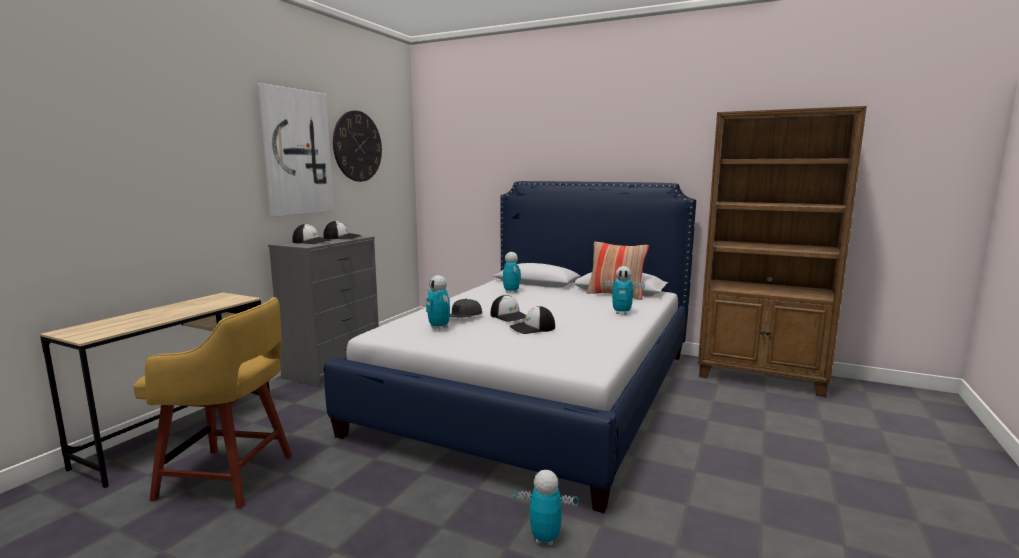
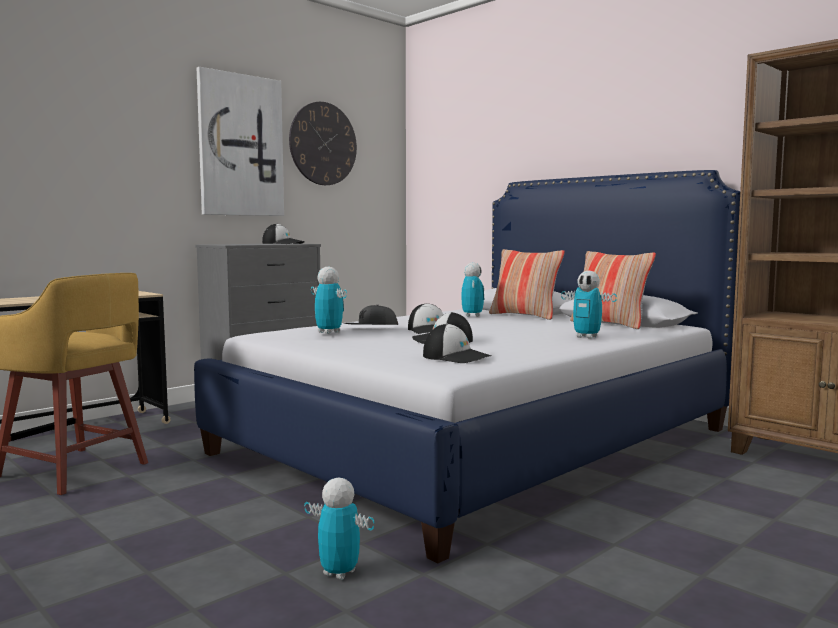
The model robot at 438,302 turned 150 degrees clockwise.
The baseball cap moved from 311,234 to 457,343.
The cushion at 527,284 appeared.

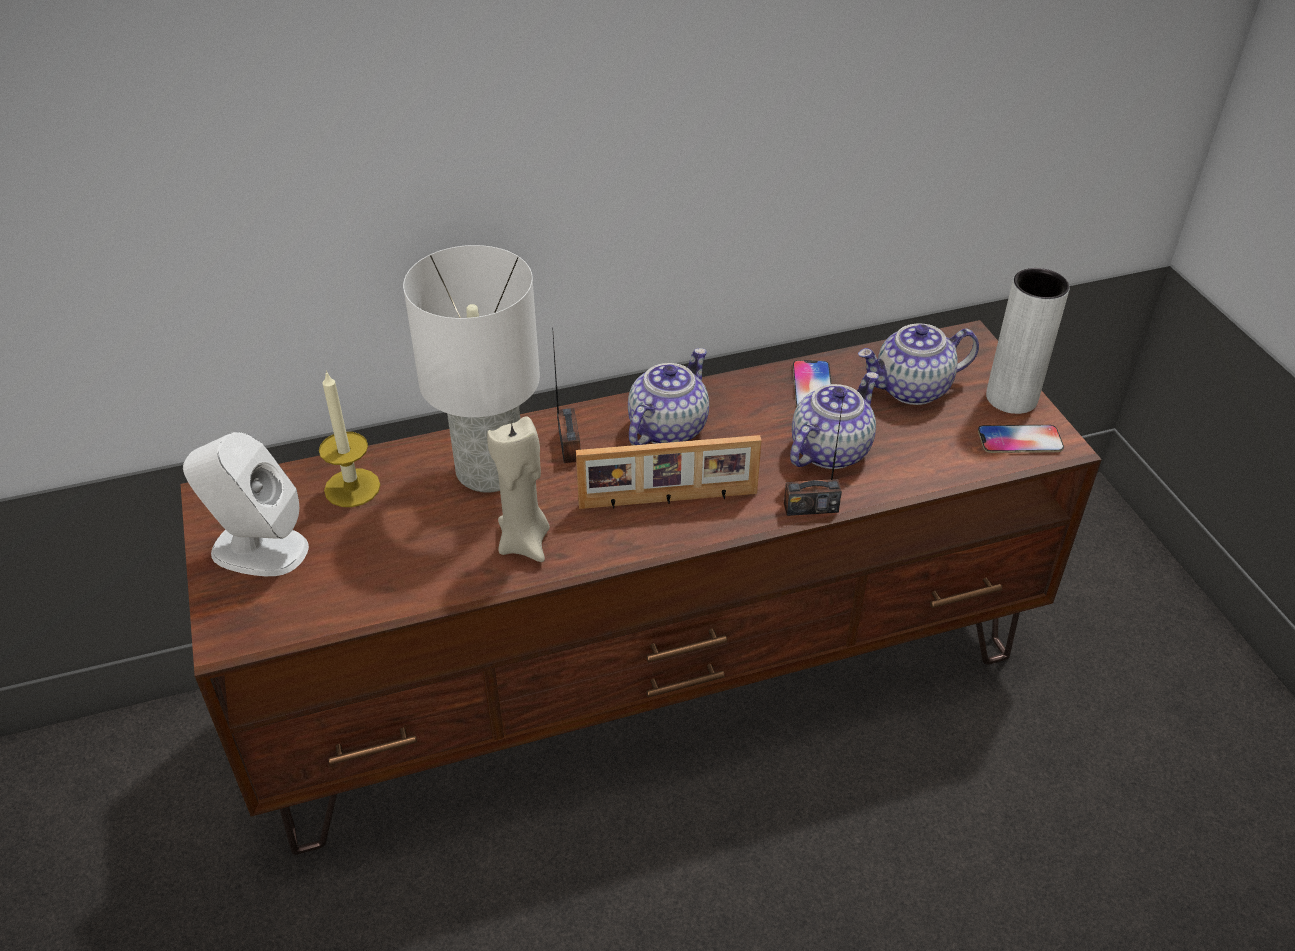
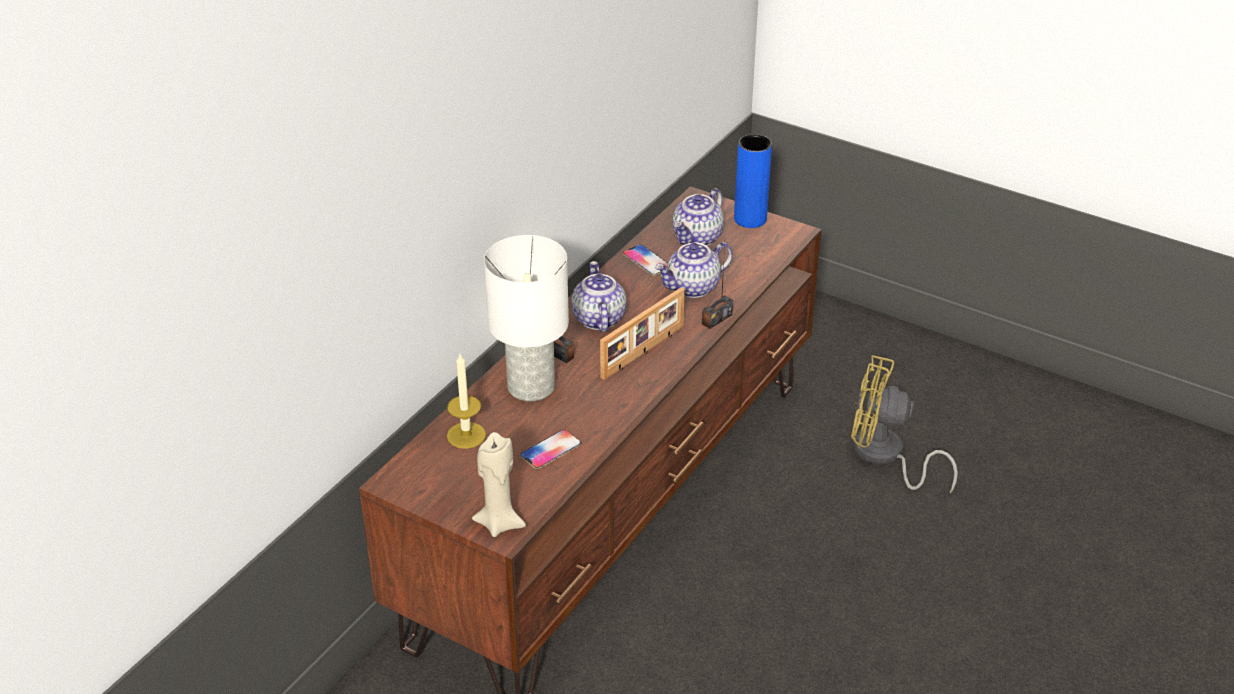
The candle (beige-coloured) moved from 518,489 to 499,484.
The telephone moved from 1021,439 to 550,449.
The pot for tea at 834,420 turned 120 degrees counterclockwise.
The flower vase (whitish) at 1028,341 became the flower vase (blue) at 753,181.
The fan (yellow) at 904,424 appeared.
The audio speaker (whitish) at 246,504 disappeared.

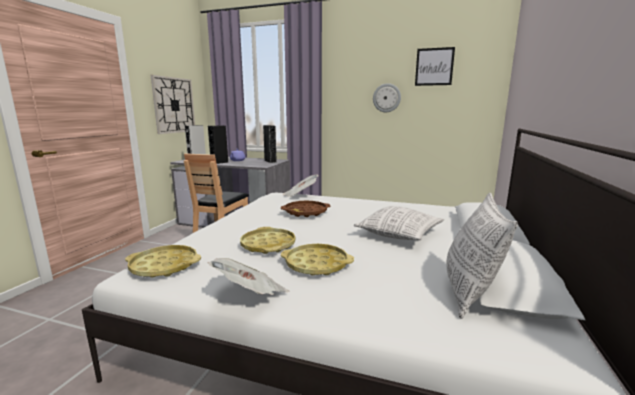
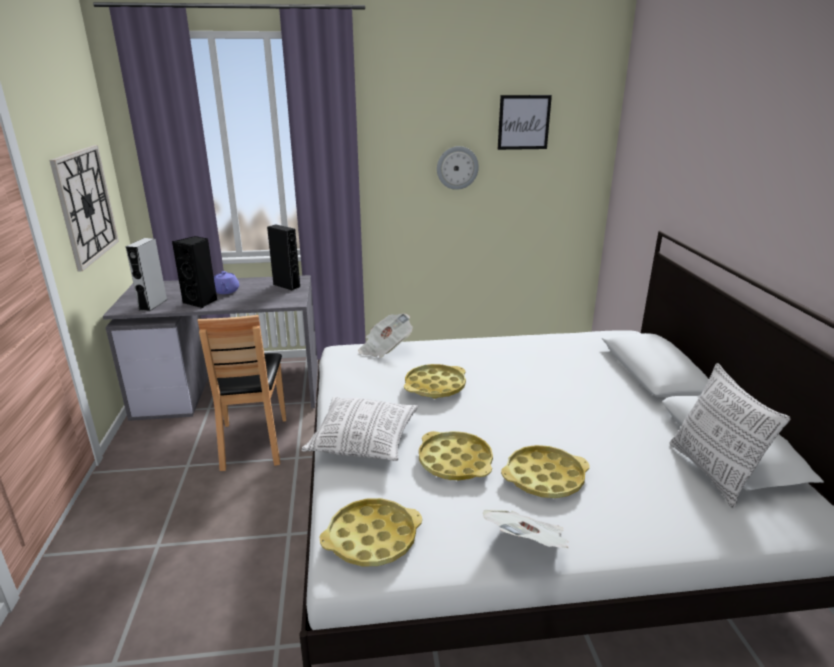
The cushion moved from 399,223 to 359,429.
The carrying tray (brown-coloured) at 305,209 became the carrying tray (yellow) at 435,381.

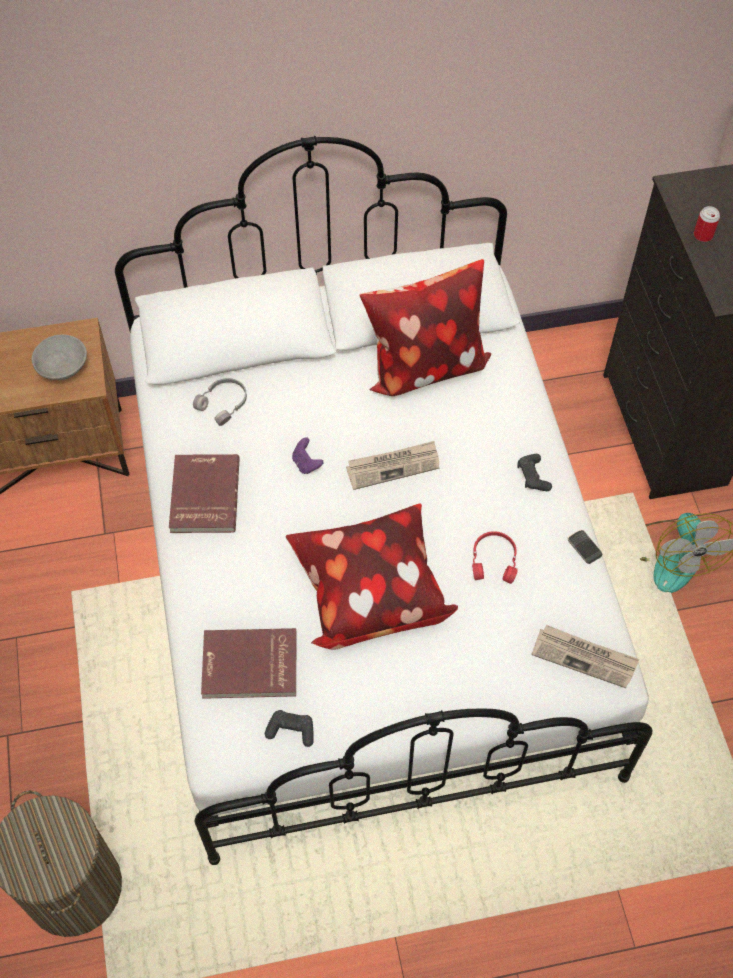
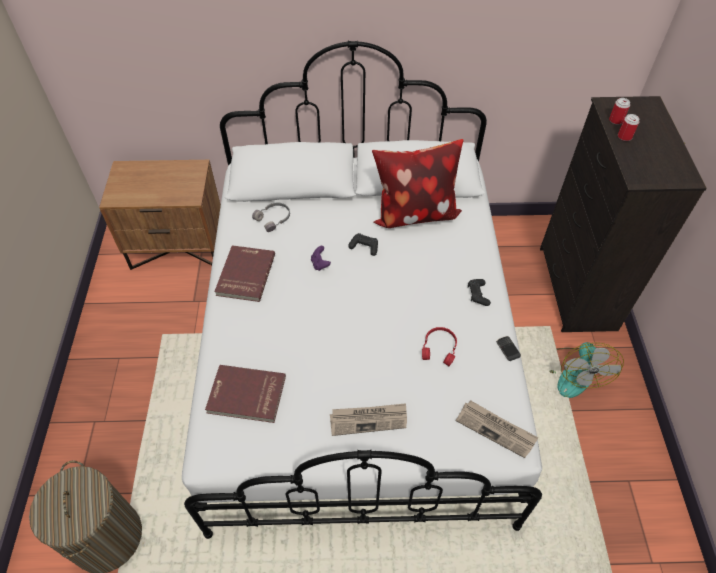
The printed paper moved from 392,465 to 368,419.
The game controller (black-coloured) moved from 289,728 to 363,244.
The sealed can at 619,111 appeared.
The bowl (greyish) at 59,357 disappeared.
The cushion at 372,576 disappeared.

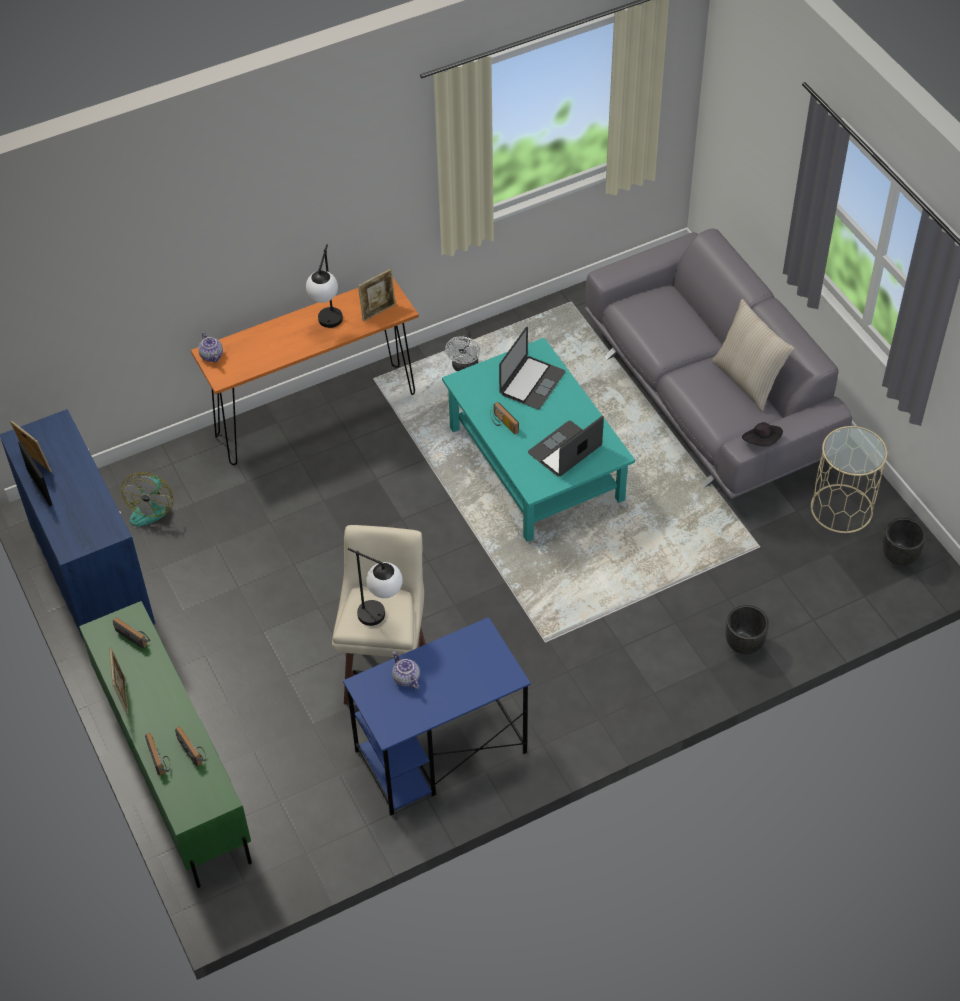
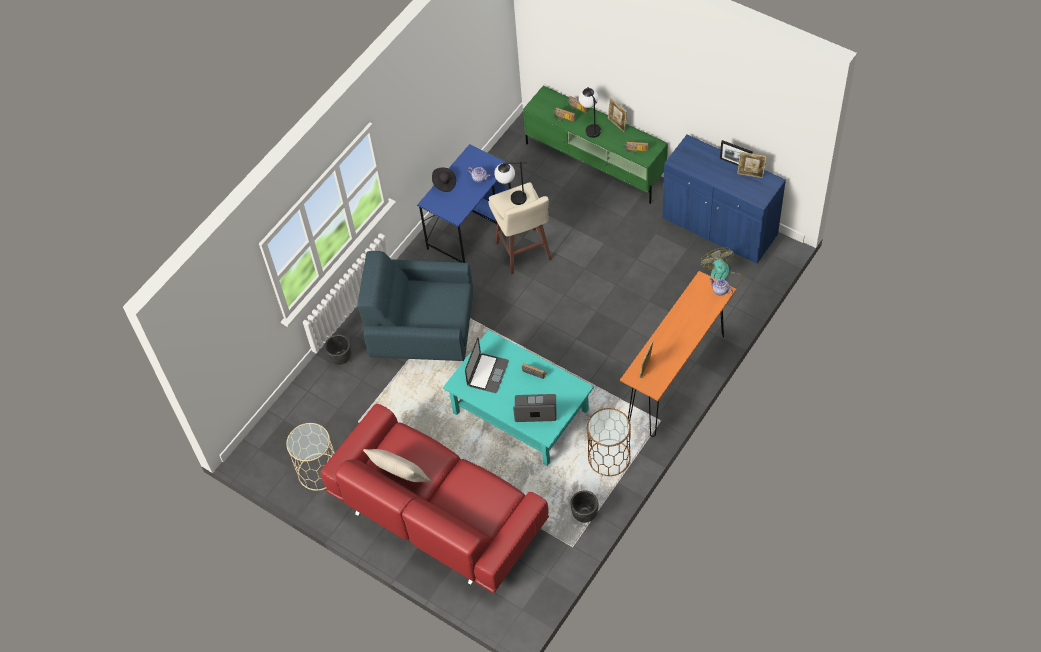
The couch (greyish) at 718,364 became the couch (reddish) at 434,499.
The easy chair (blue) at 415,306 appeared.
The clothing hat (black-coloured) moved from 762,434 to 444,180.
The notebook computer at 532,368 turned 90 degrees clockwise.
The plant pot (black-coloured) moved from 904,542 to 584,506.
The tabletop lamp moved from 324,286 to 590,112.
The fan (whitish) at 462,350 was replaced by the end table (brown-coloured) at 609,442.

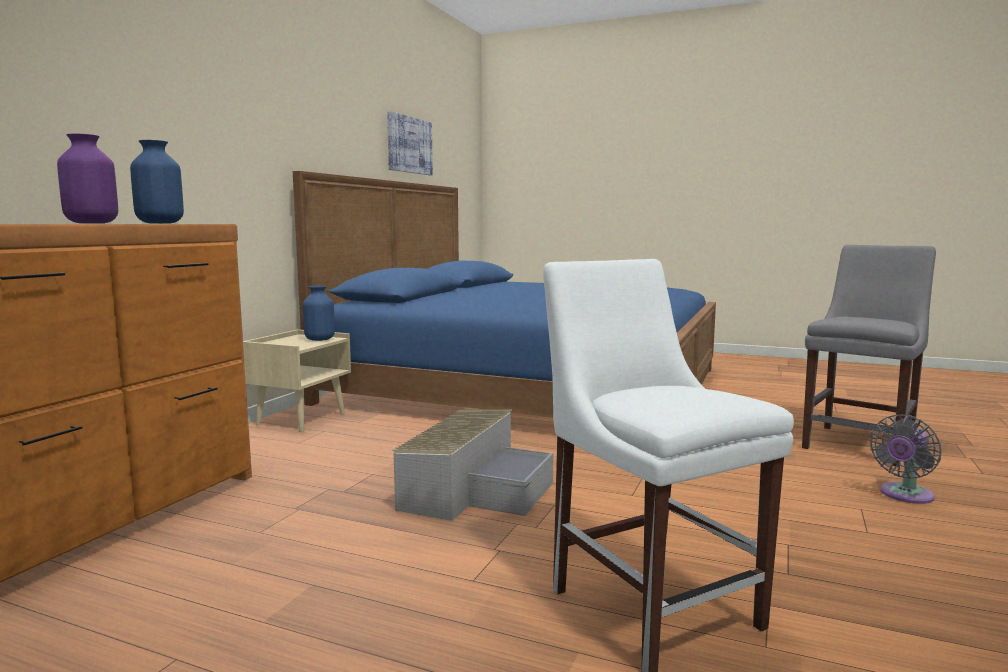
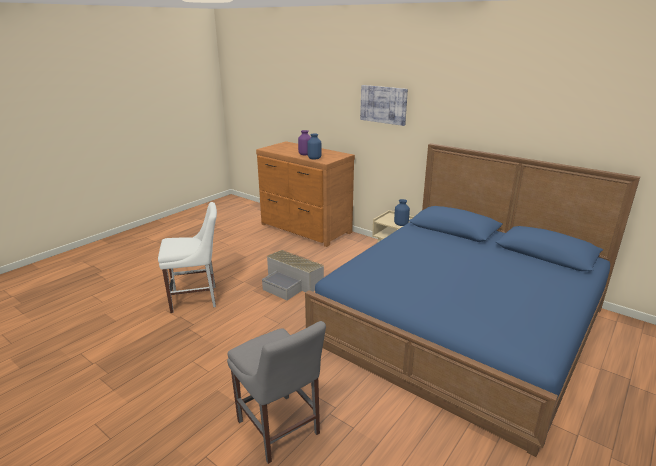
The wall picture moved from 410,143 to 384,105.
The fan (greyish) at 905,459 disappeared.

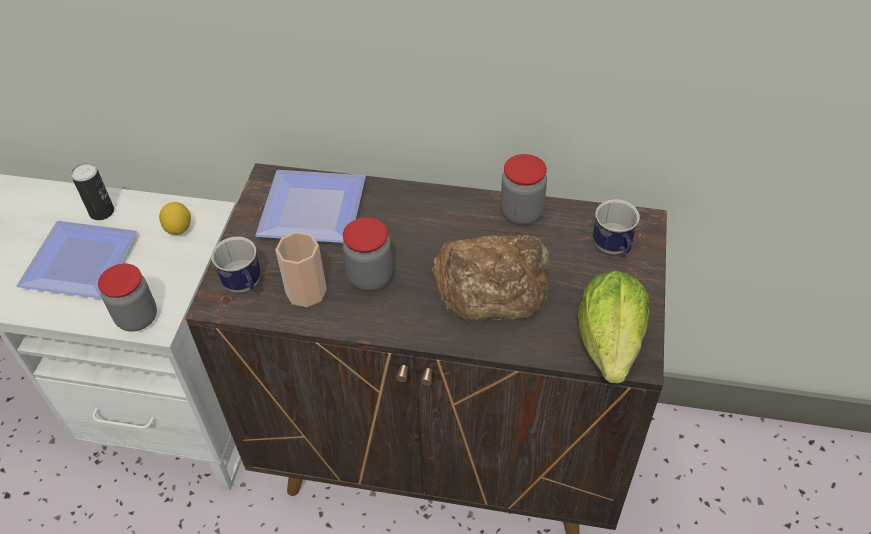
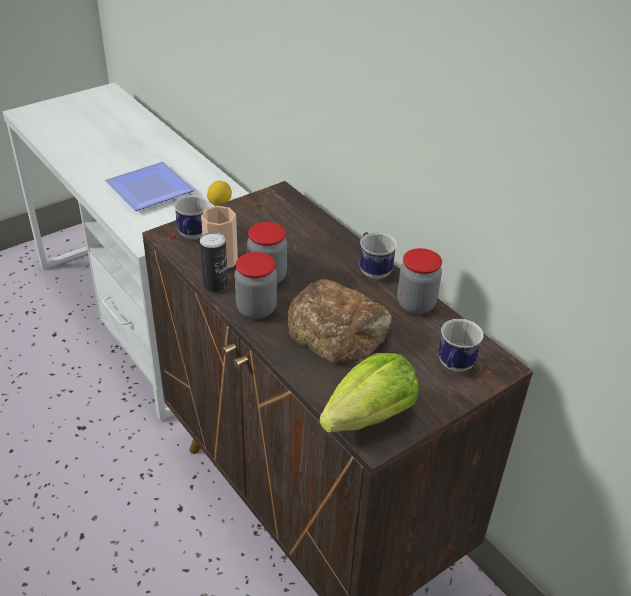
The sealed can moved from 92,191 to 214,262.
The preserve jar moved from 127,297 to 256,285.
The tea mug at 378,255 appeared.
The dinner plate at 310,206 disappeared.

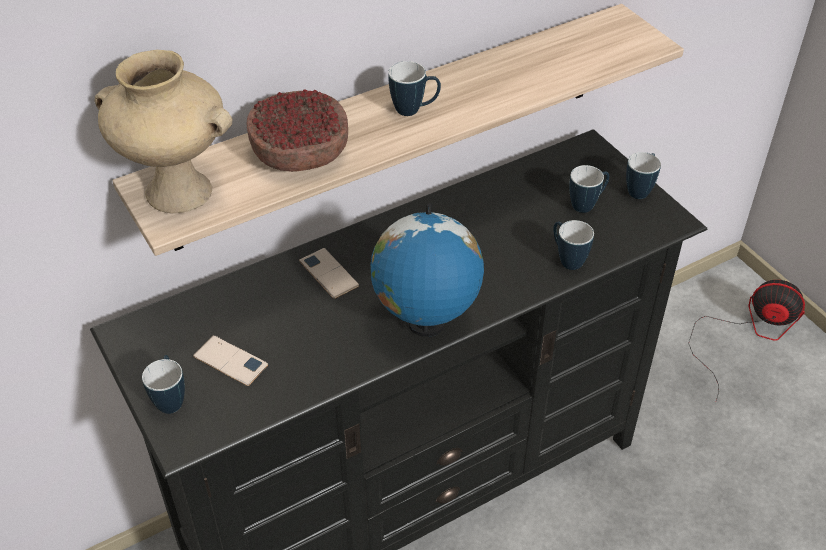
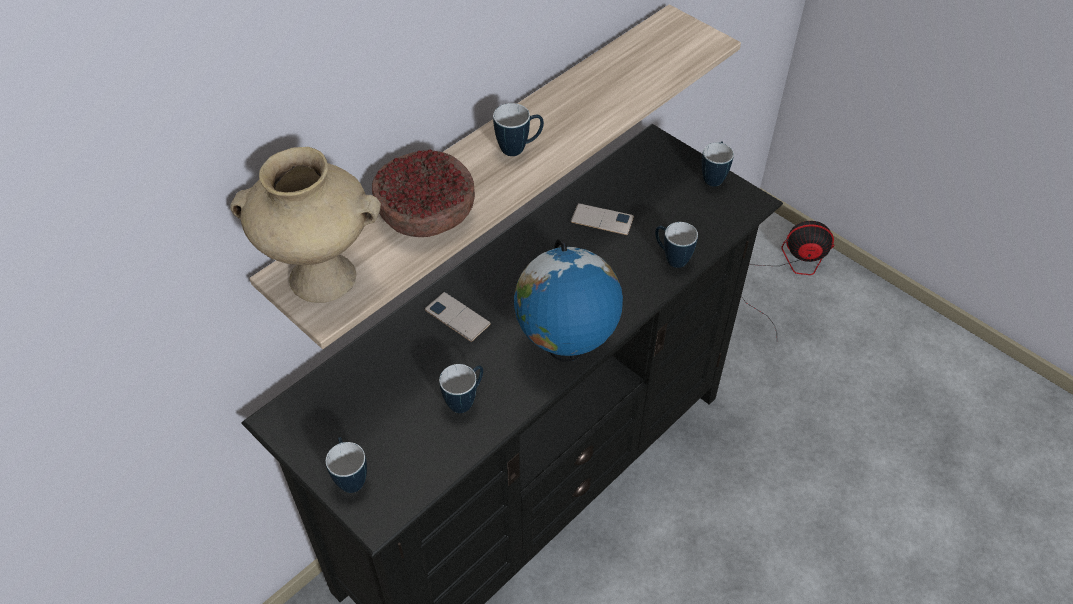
The tea mug moved from 589,189 to 461,388.
The telephone moved from 230,360 to 602,219.

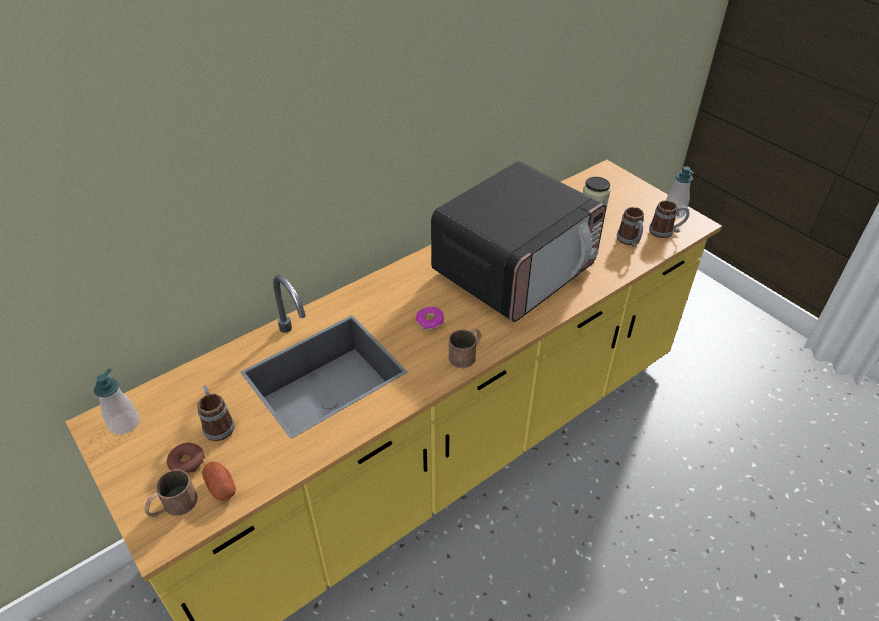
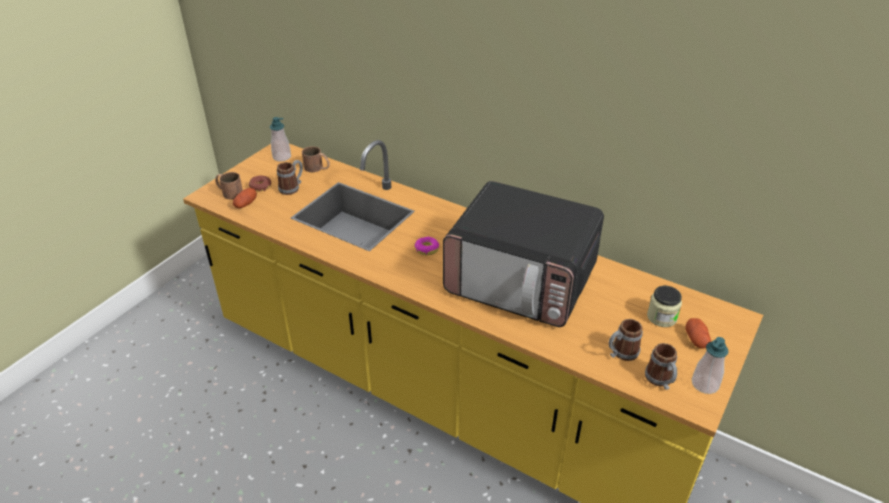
The tea mug (brown-coloured) moved from 465,348 to 316,159.
The potato at 698,333 appeared.

